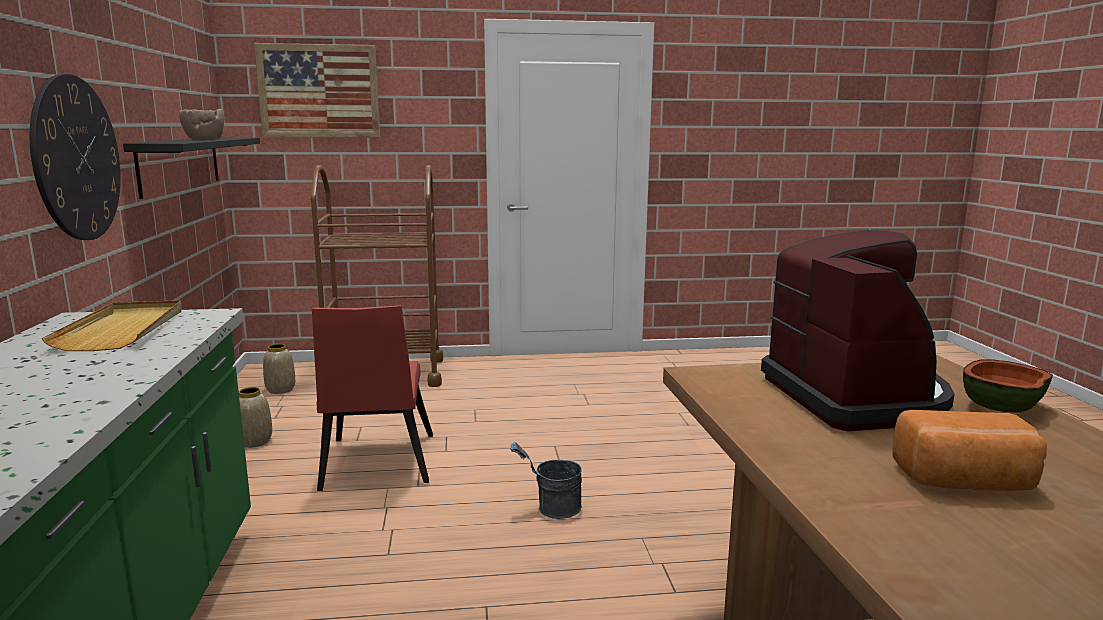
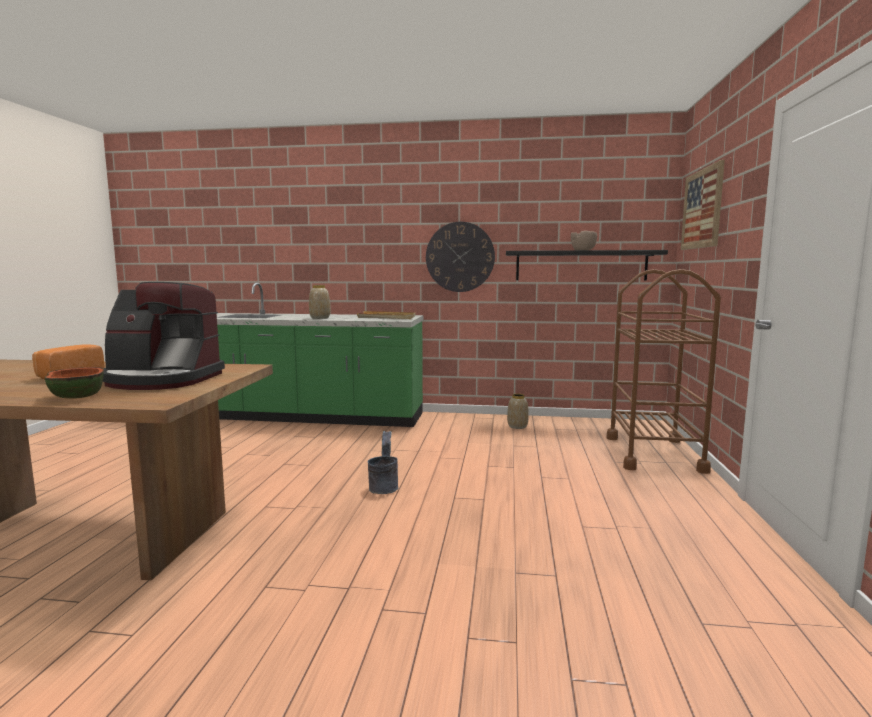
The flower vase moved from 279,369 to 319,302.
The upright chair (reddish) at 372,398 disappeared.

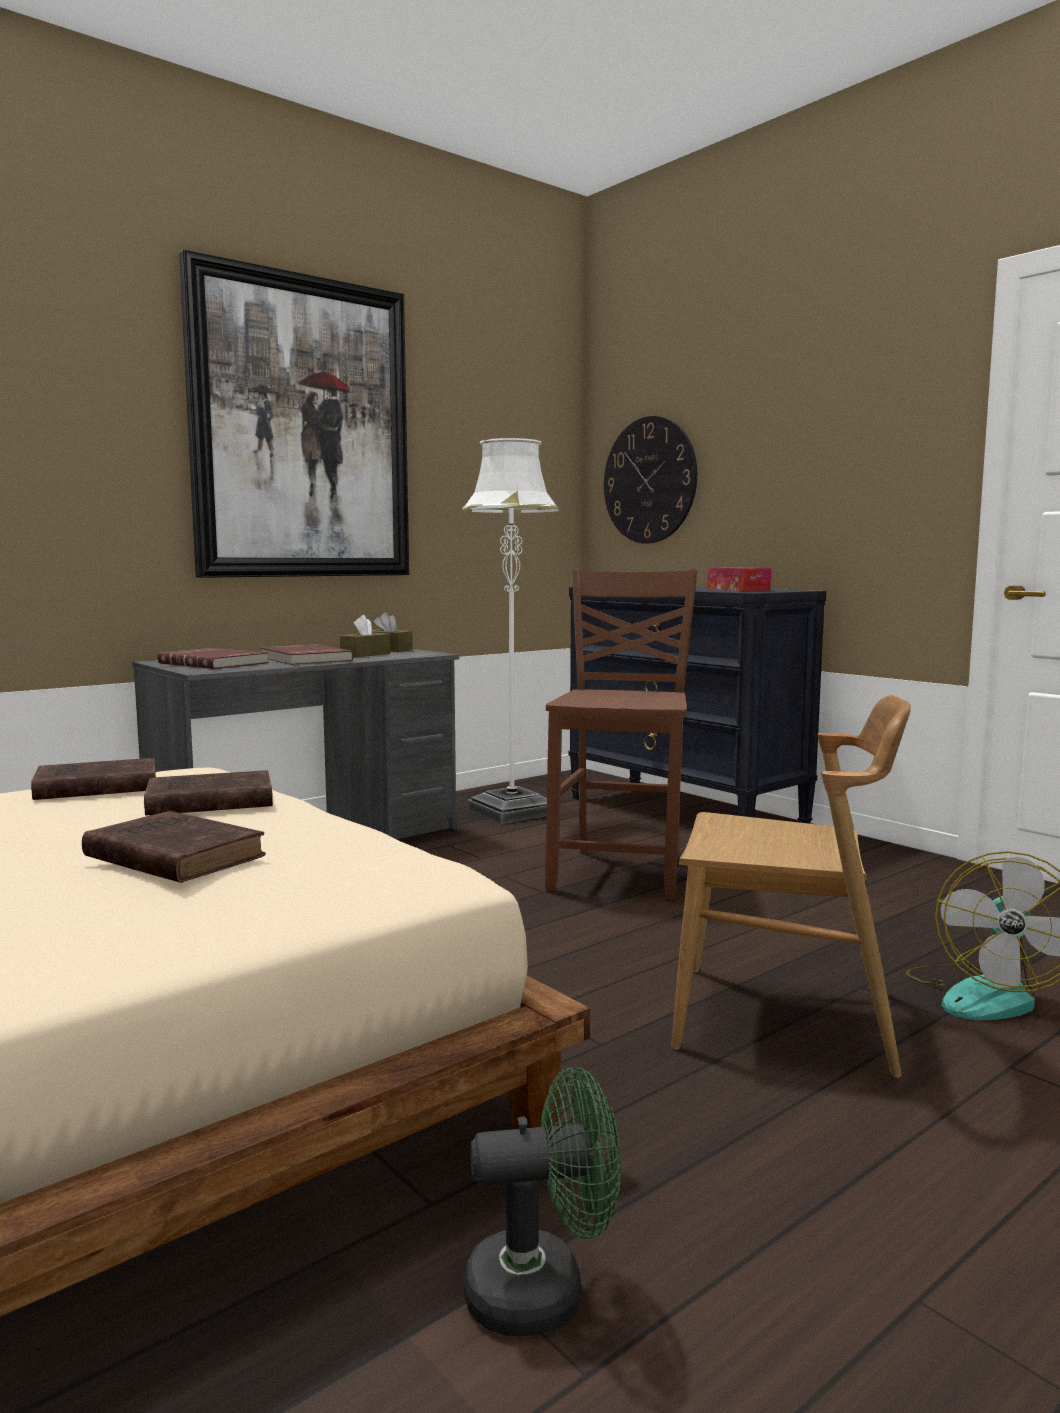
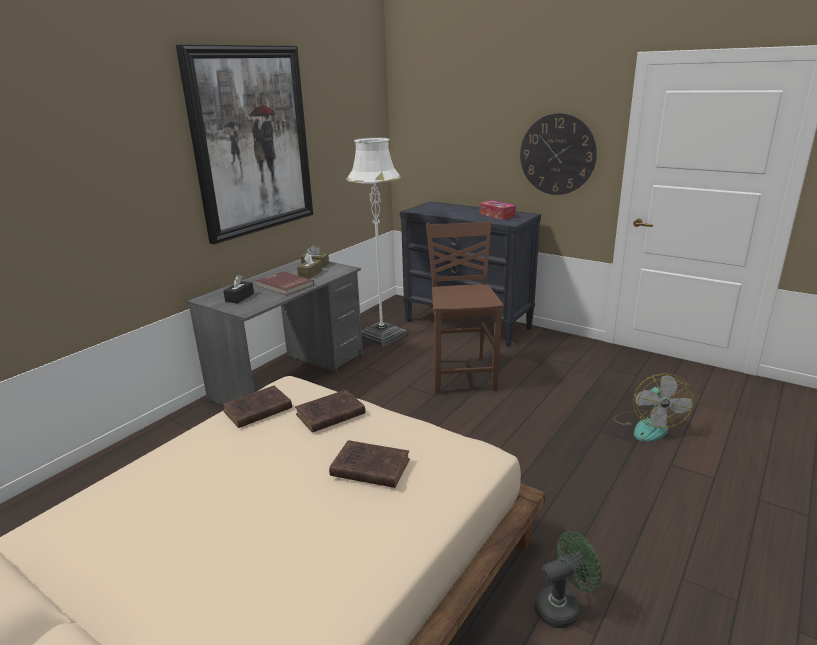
The book (reddish) at 213,658 was replaced by the tissue box (black-coloured) at 238,289.
The hanging clock moved from 650,480 to 558,154.
The upright chair (brown-coloured) at 791,886 disappeared.

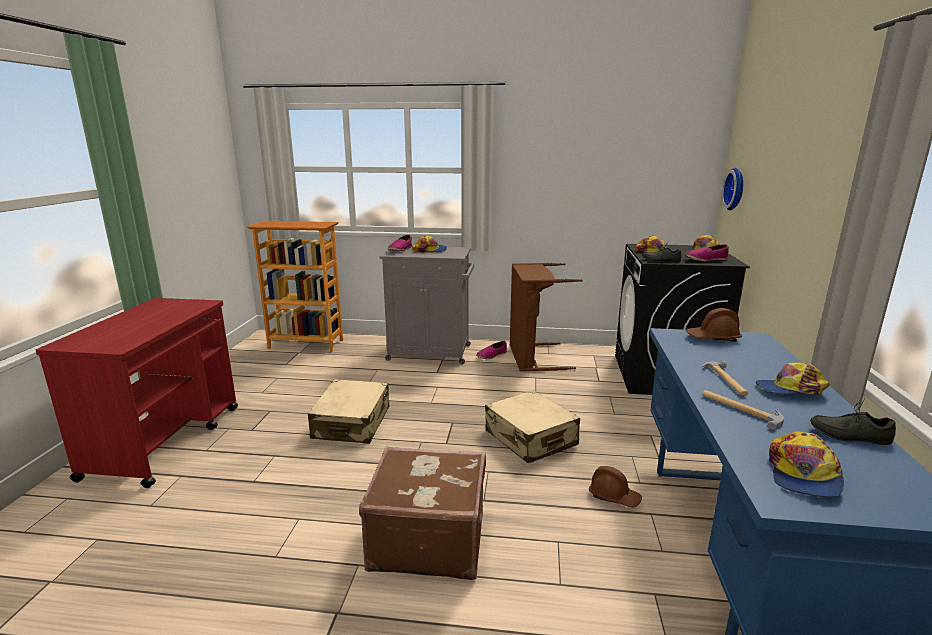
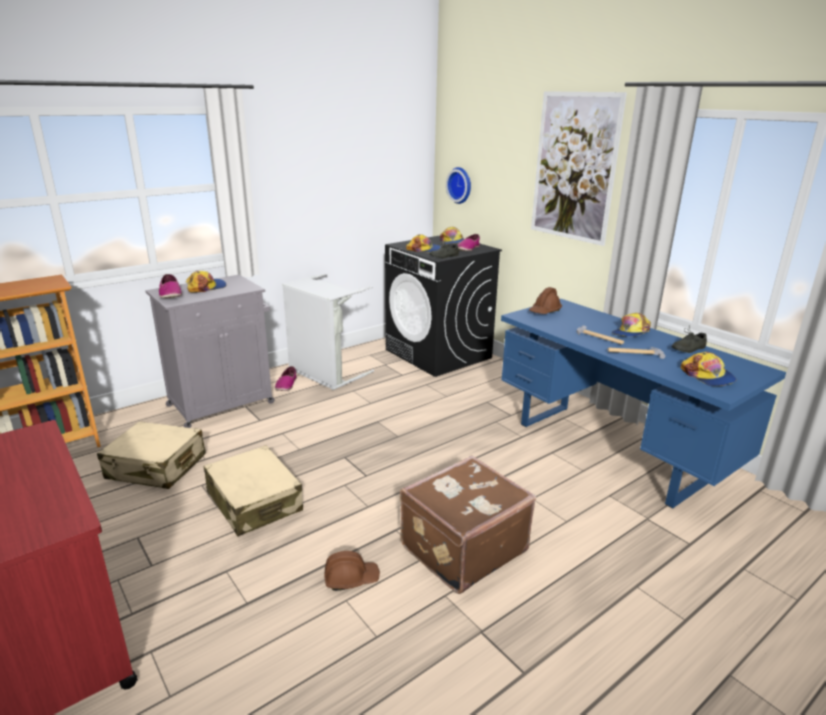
The suitcase (beige-coloured) moved from 532,426 to 151,455.
The washing basket (brown-coloured) at 546,317 became the washing basket (greyish) at 328,331.
The work helmet (brown-coloured) moved from 615,487 to 352,571.
The wall picture at 579,168 appeared.

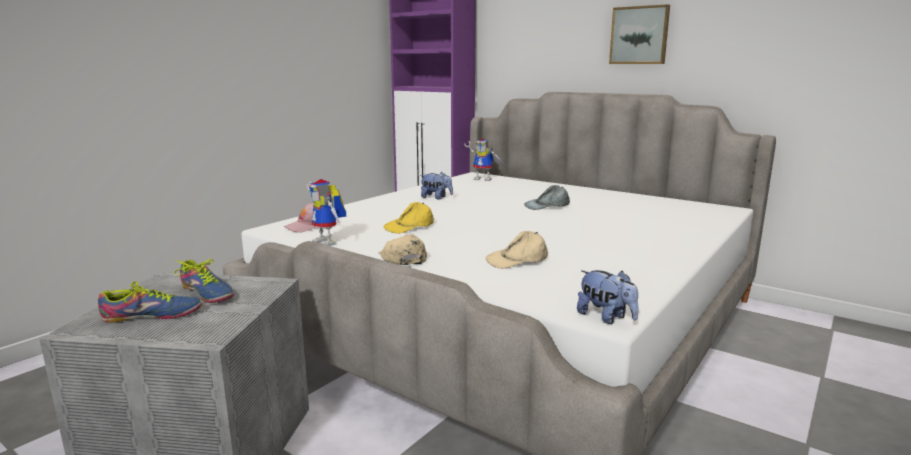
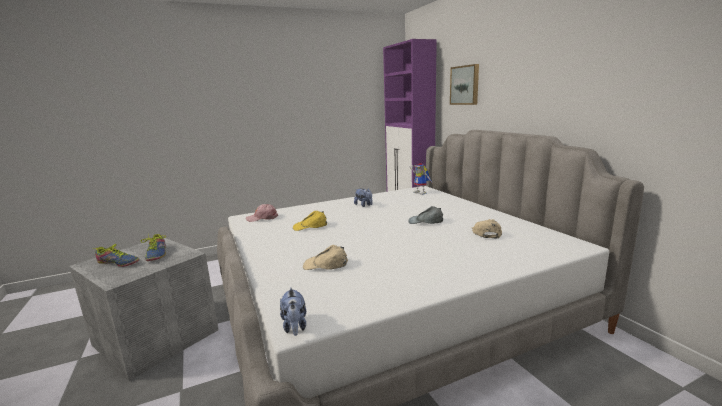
The wall picture moved from 639,34 to 464,84.
The baseball cap (beige-coloured) moved from 402,249 to 487,229.
The model robot at 326,212 disappeared.

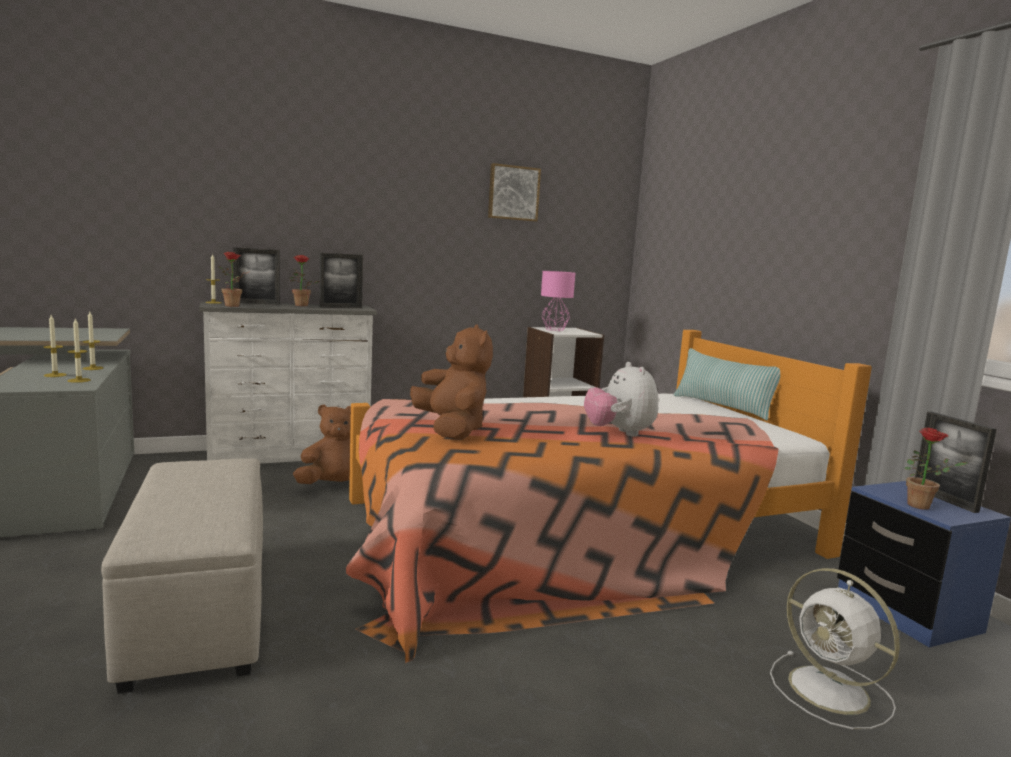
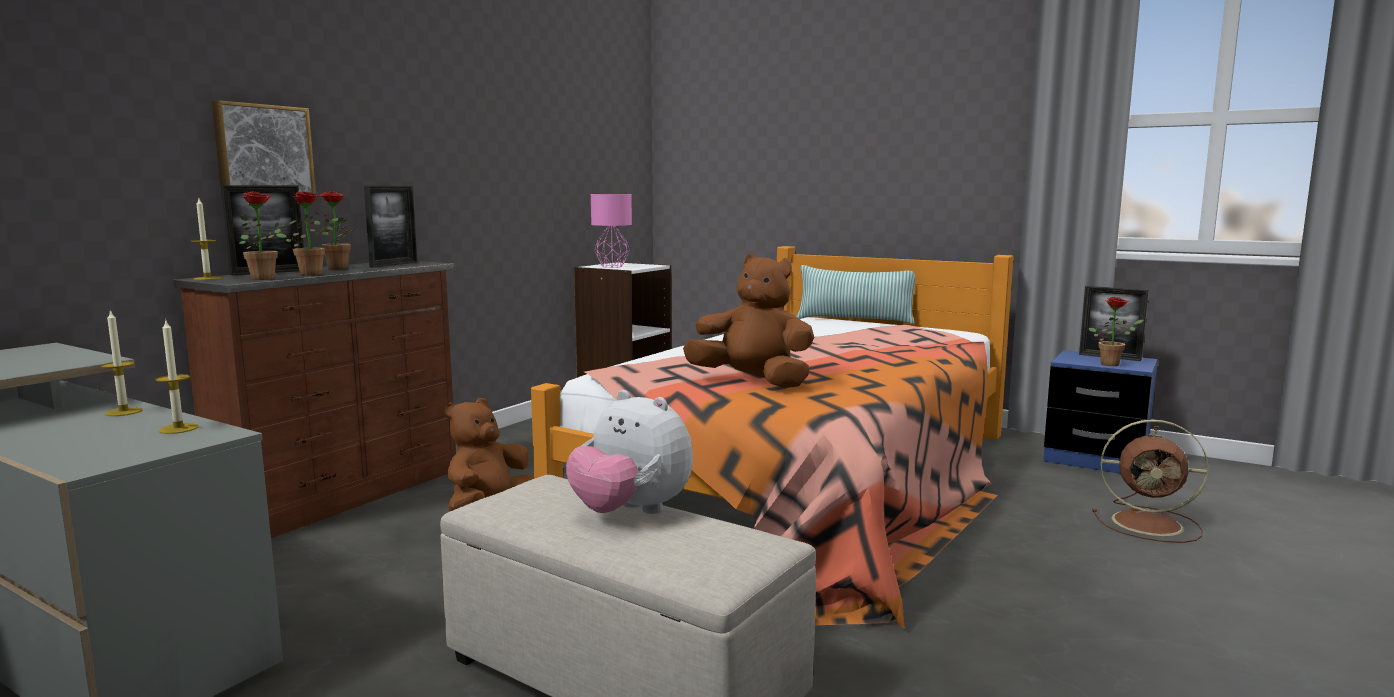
The chest of drawers (whitish) at 288,382 became the chest of drawers (brown-coloured) at 314,399.
The wall picture moved from 514,192 to 264,148.
The potted plant at 307,233 appeared.
The plush toy moved from 621,399 to 629,452.
The fan (whitish) at 835,649 became the fan (brown-coloured) at 1150,481.
The candle at 55,346 disappeared.

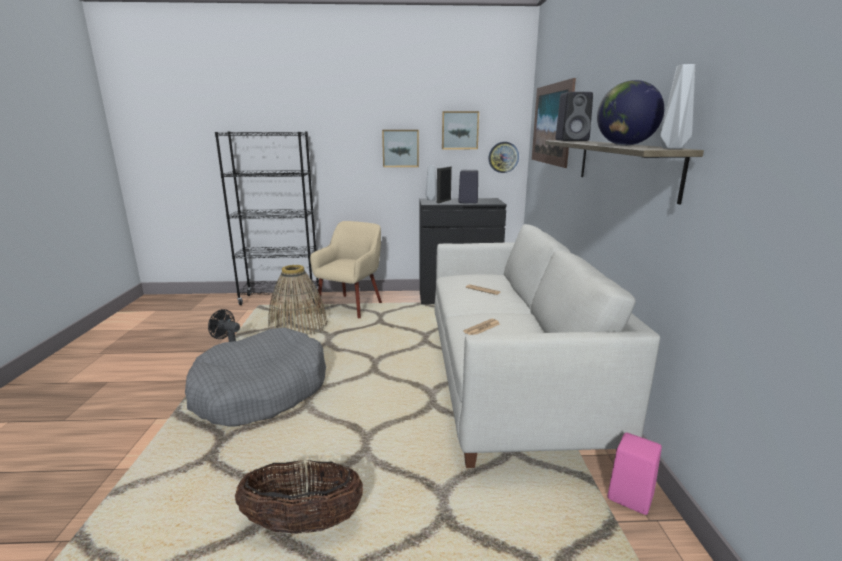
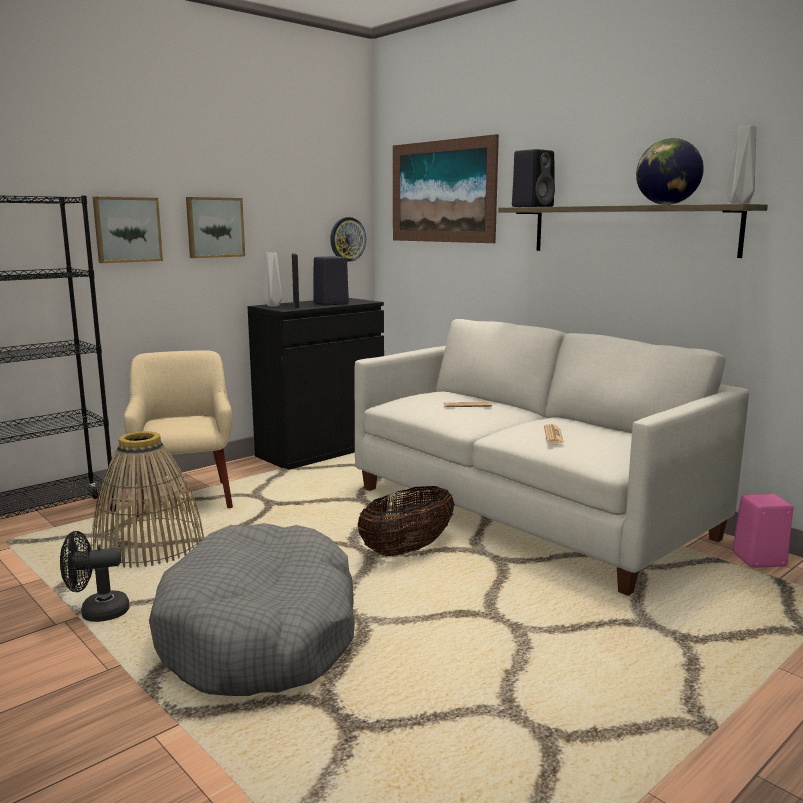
The wall picture moved from 460,130 to 128,230.
The storage basket moved from 299,497 to 406,521.

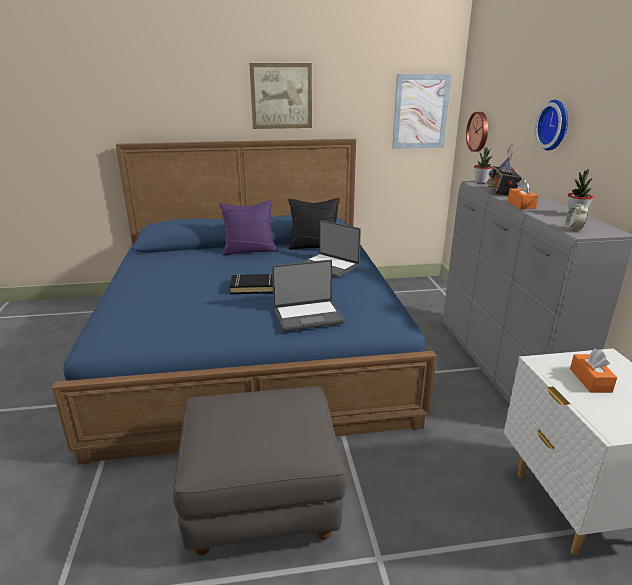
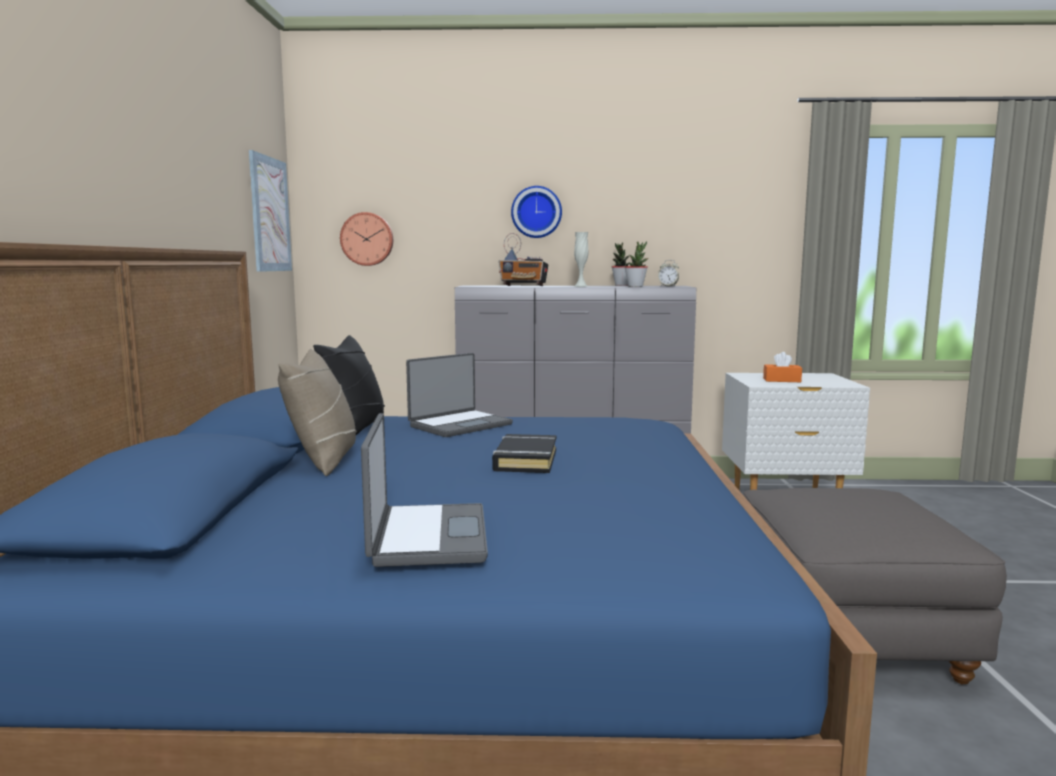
The cushion (purple) at 248,227 became the cushion (beige-coloured) at 317,412.
The notebook computer moved from 308,295 to 424,490.
The tissue box (orange) at 523,194 was replaced by the flower vase (whitish) at 581,259.
The potted plant moved from 483,165 to 636,264.
The wall picture at 280,96 disappeared.

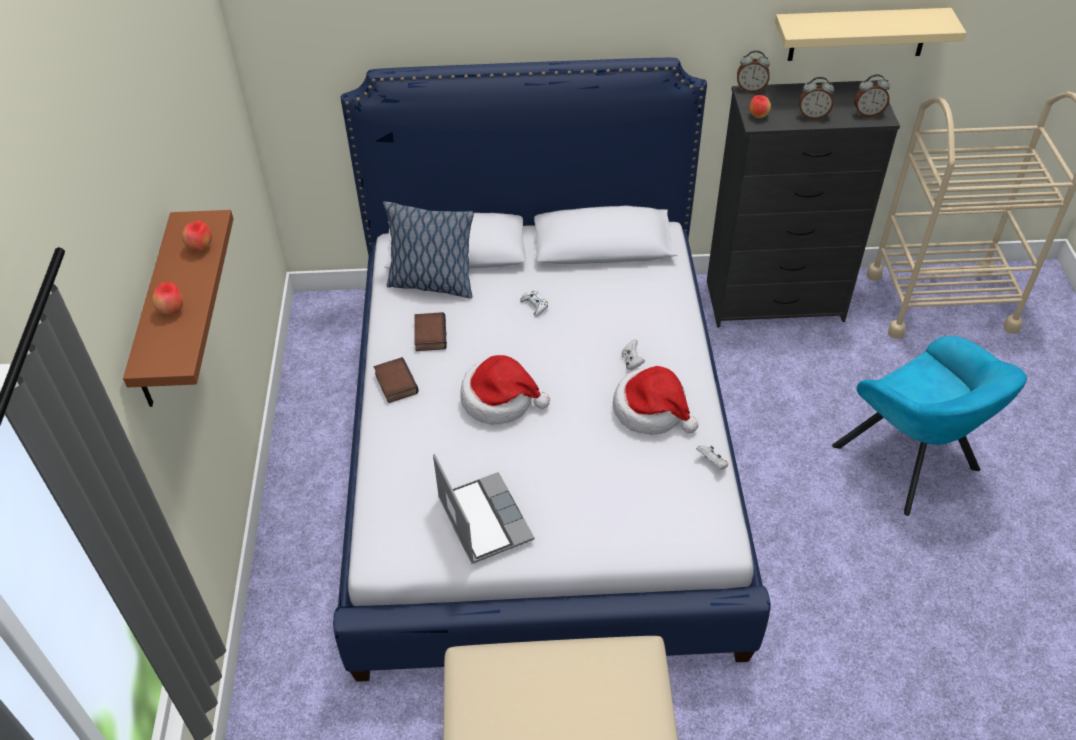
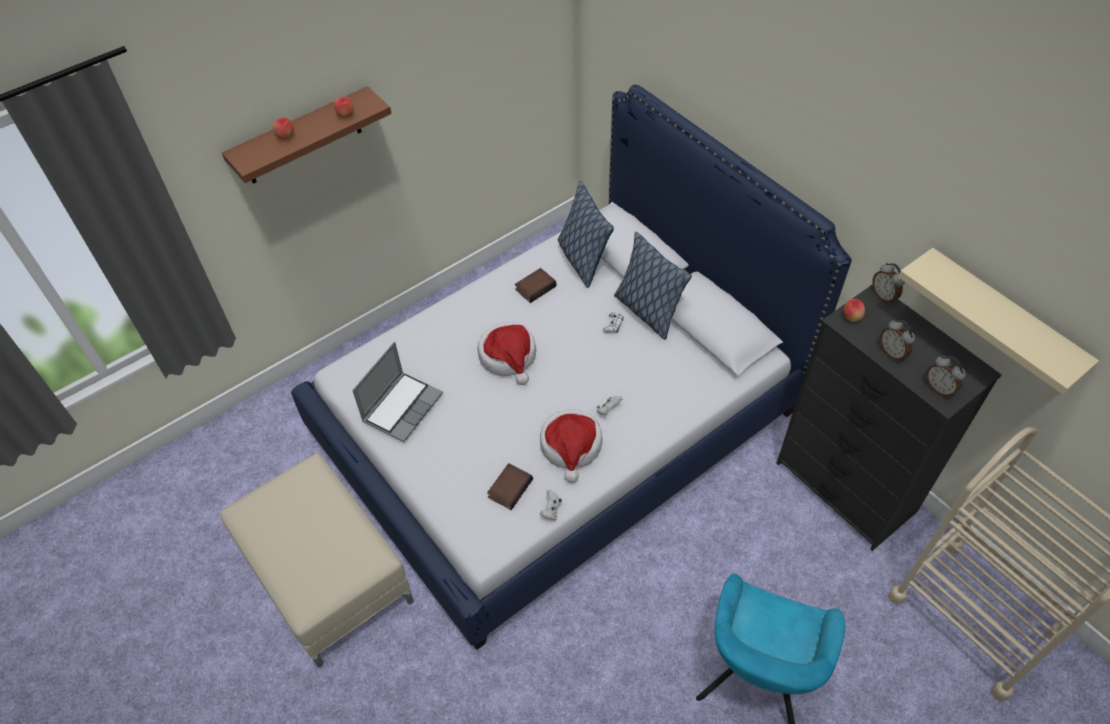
The book moved from 396,380 to 510,486.
The cushion at 653,286 appeared.

